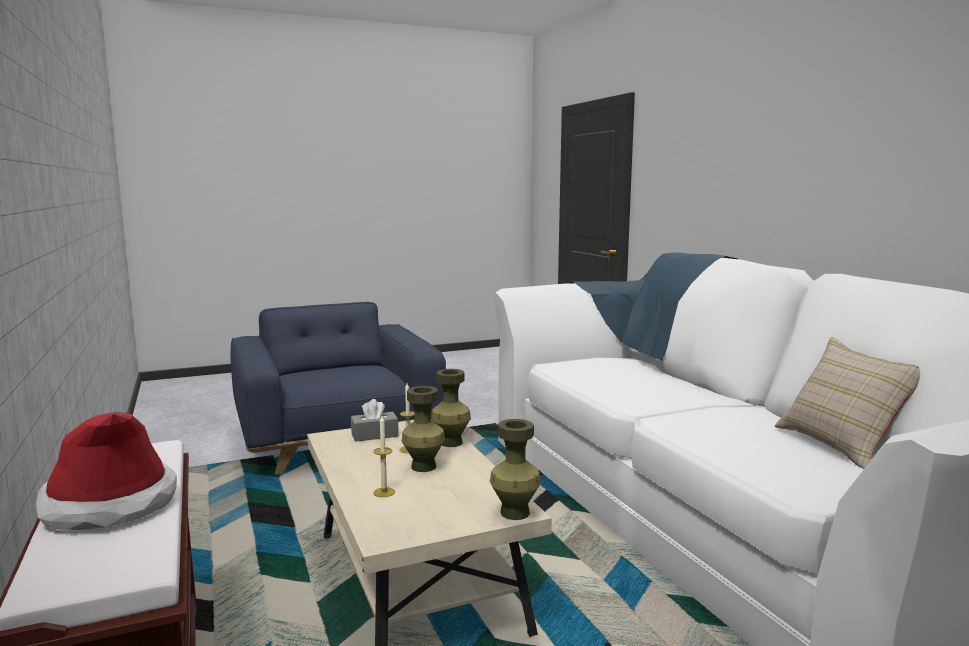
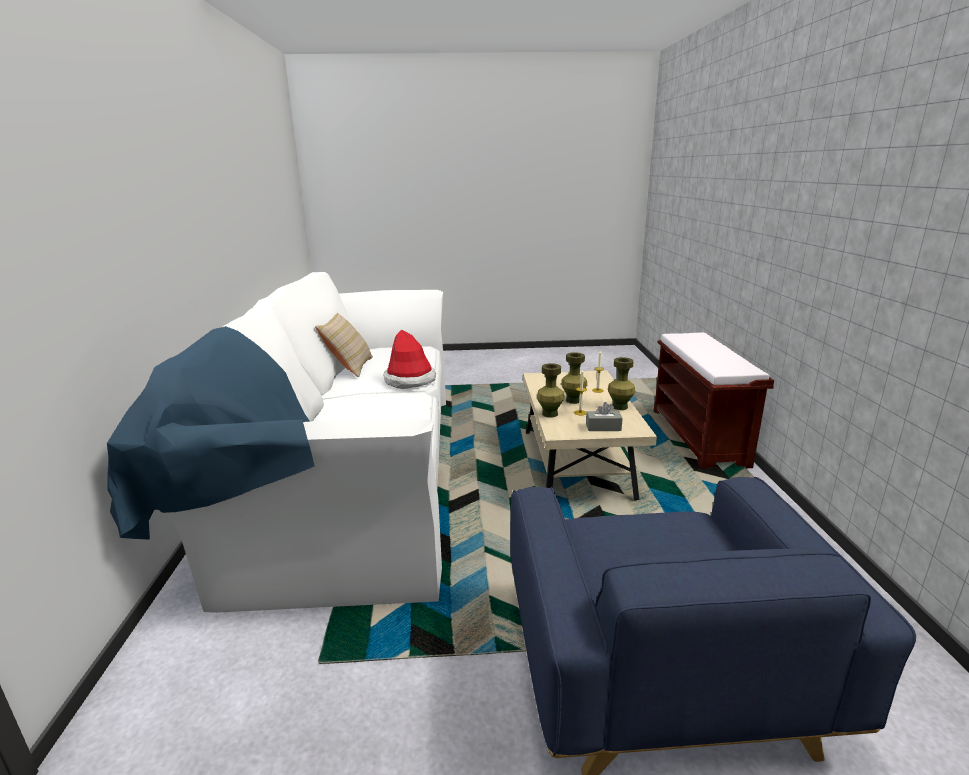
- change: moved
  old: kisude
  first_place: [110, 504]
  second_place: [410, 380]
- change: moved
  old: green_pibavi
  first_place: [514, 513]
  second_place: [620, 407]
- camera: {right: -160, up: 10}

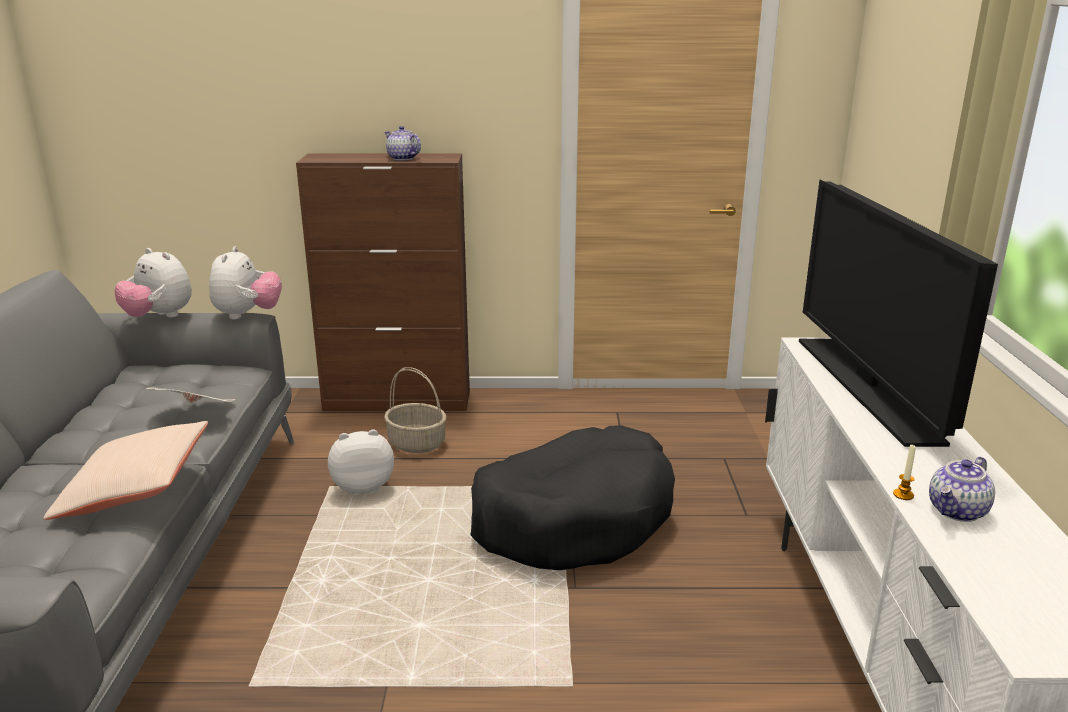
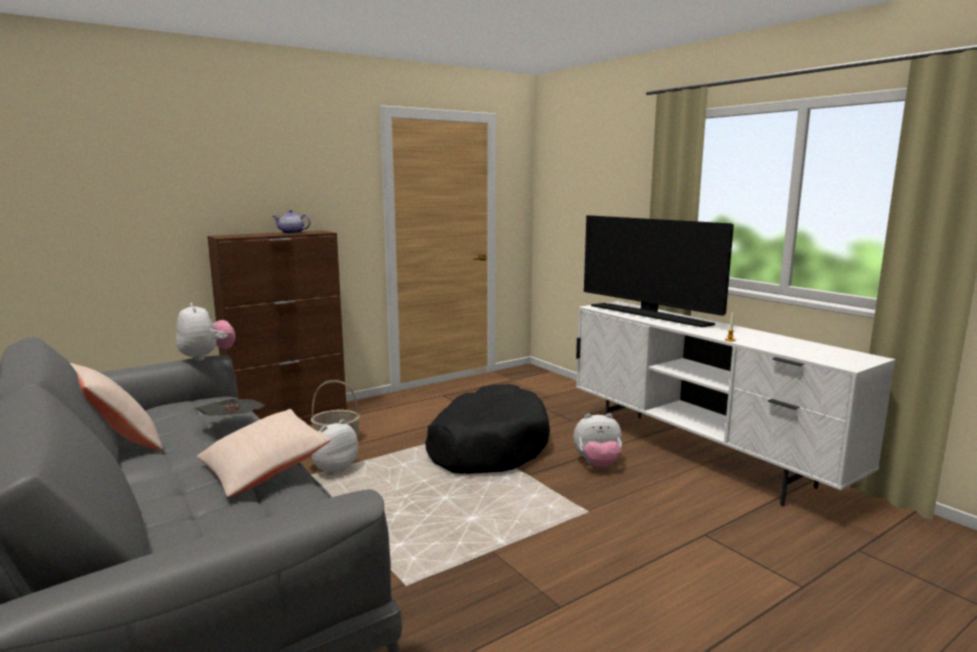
- change: added
  new: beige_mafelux
  second_place: [120, 442]
- change: moved
  old: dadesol
  first_place: [159, 317]
  second_place: [597, 464]
- change: removed
  old: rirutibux
  first_place: [958, 511]
- camera: {right: -35, up: -10}

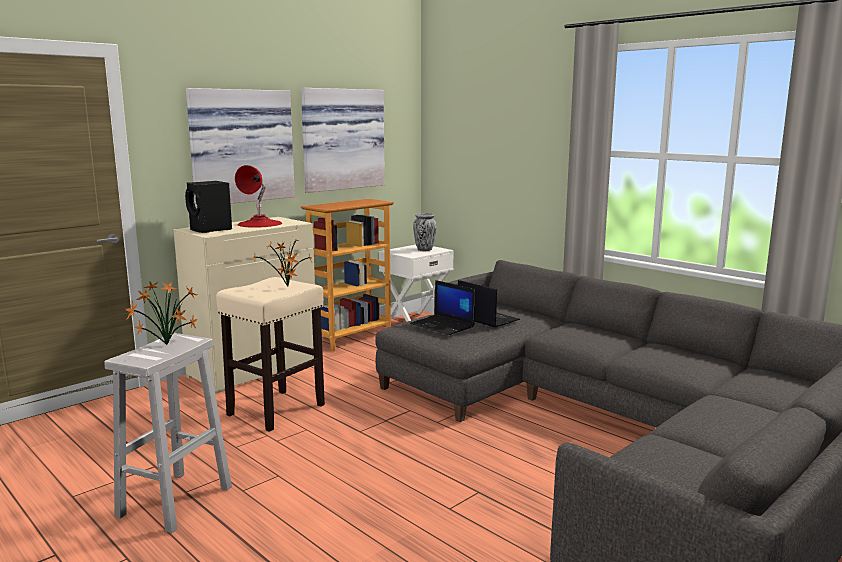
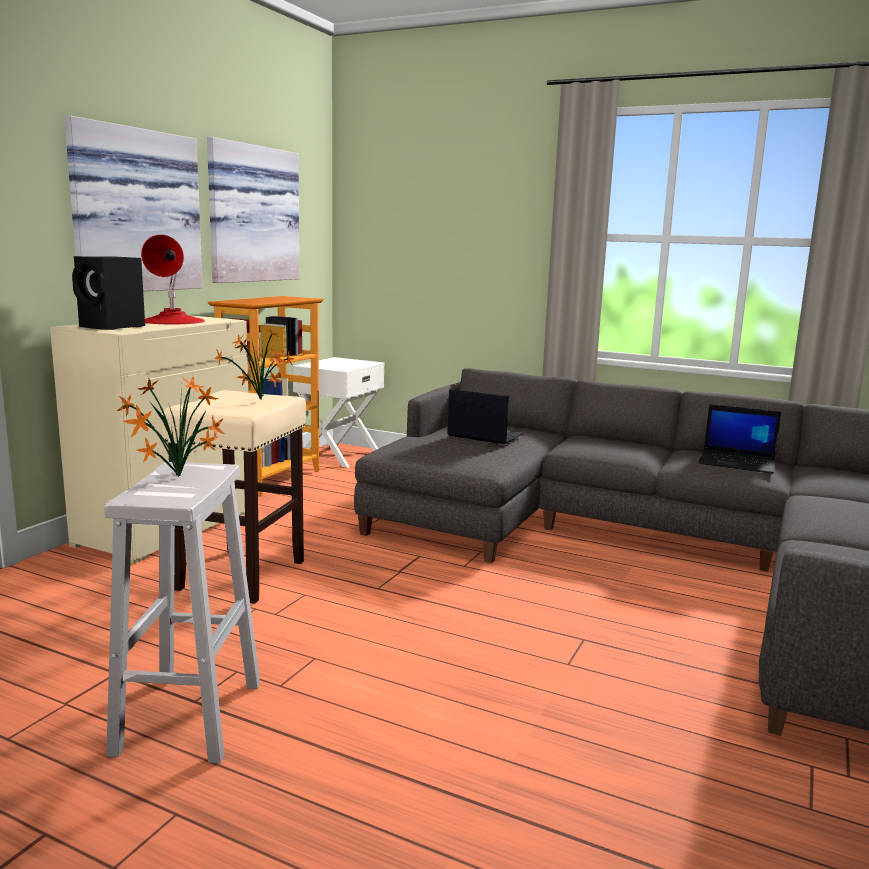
- change: moved
  old: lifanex
  first_place: [443, 325]
  second_place: [738, 463]
- change: removed
  old: pibavi
  first_place: [424, 250]
- camera: {right: -20, up: 0}

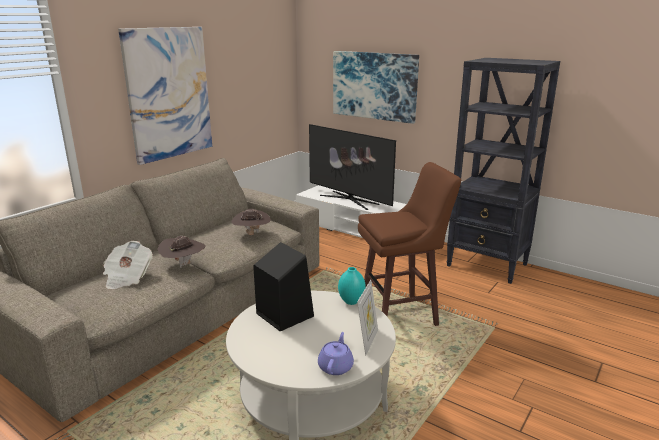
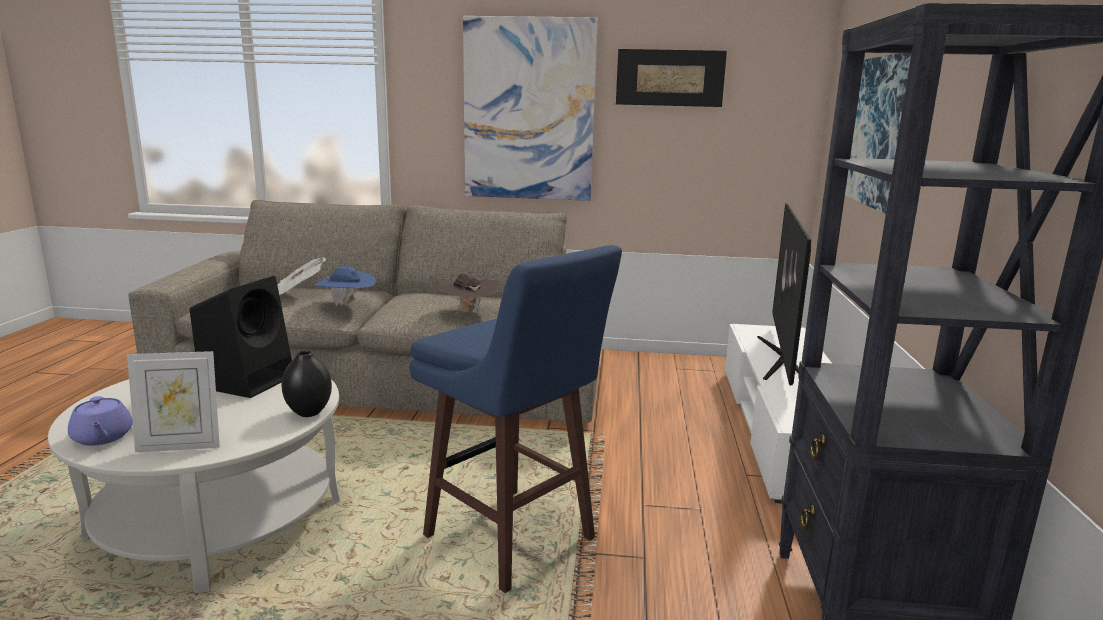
- change: turned
  old: purple_rirutibux
  first_place: [336, 366]
  second_place: [102, 438]
  degrees: 75
- change: recoloured
  old: turquoise_pibavi
  new: black_pibavi
  first_place: [351, 301]
  second_place: [309, 412]
- change: recoloured
  old: brown_kisude
  new: blue_kisude
  first_place: [183, 264]
  second_place: [347, 305]
- change: recoloured
  old: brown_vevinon
  new: blue_vevinon
  first_place: [401, 314]
  second_place: [511, 540]
- change: added
  new: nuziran
  second_place: [670, 78]
- camera: {right: 60, up: -5}

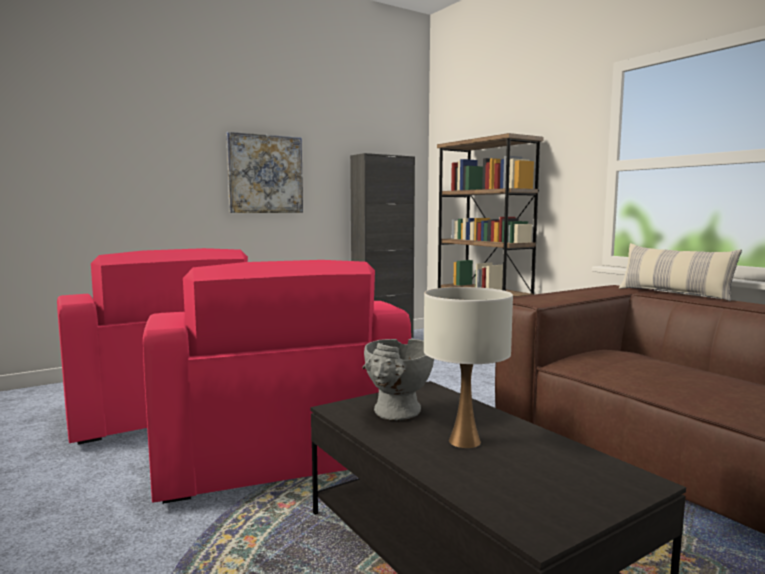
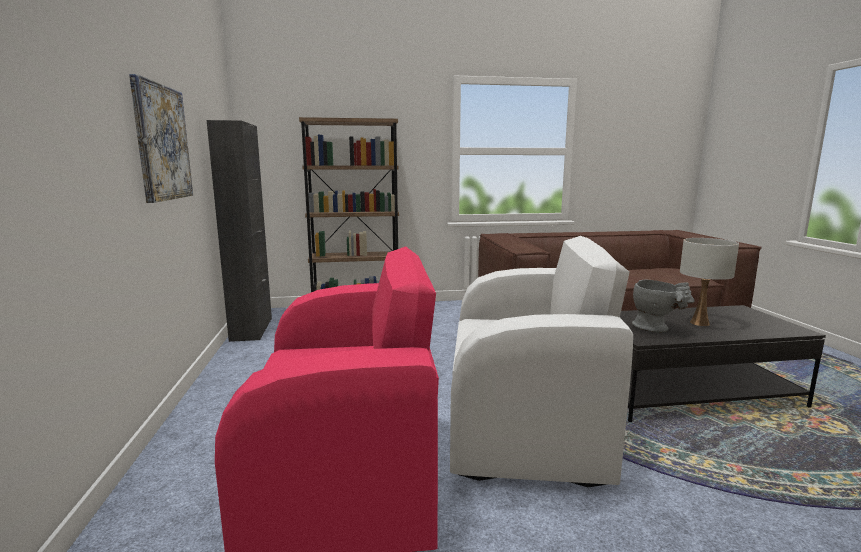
- change: recoloured
  old: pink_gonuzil
  new: white_gonuzil
  first_place: [277, 457]
  second_place: [524, 423]
- change: removed
  old: mafelux
  first_place: [673, 294]
- camera: {right: -65, up: 5}

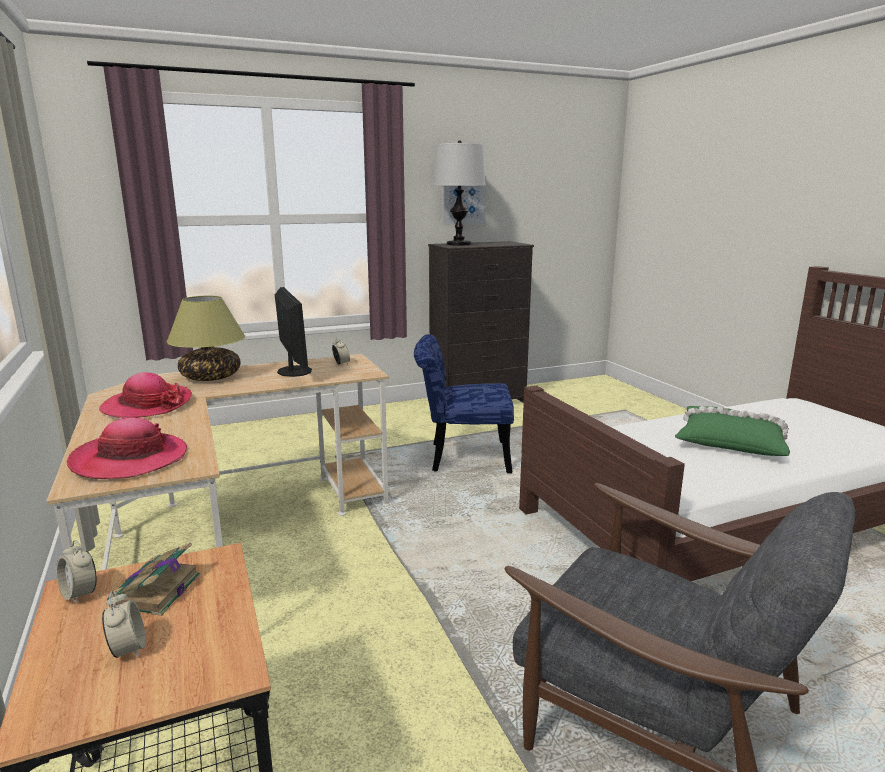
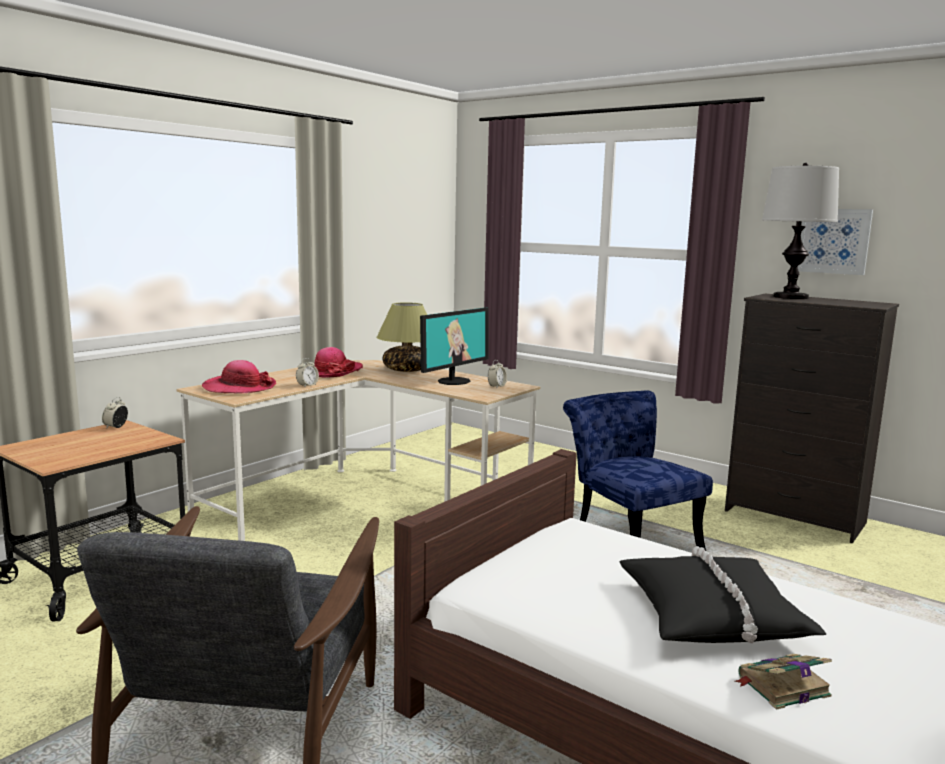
- change: moved
  old: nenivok
  first_place: [128, 649]
  second_place: [307, 386]
- change: recoloured
  old: green_mafelux
  new: black_mafelux
  first_place: [730, 441]
  second_place: [712, 614]
- change: moved
  old: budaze
  first_place: [155, 592]
  second_place: [781, 686]
- camera: {right: 60, up: -5}

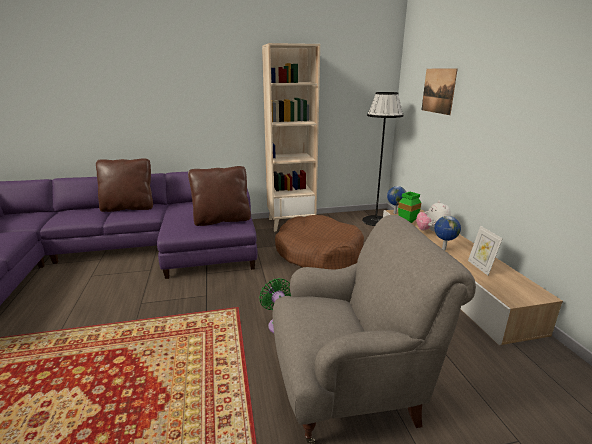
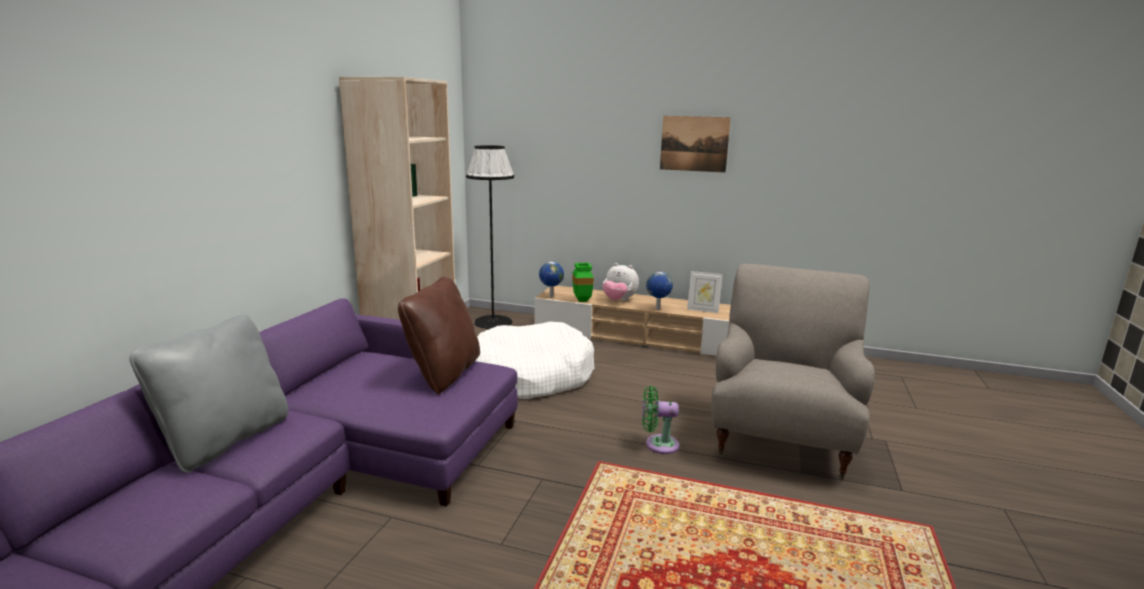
- change: recoloured
  old: brown_mafelux
  new: grey_mafelux
  first_place: [128, 208]
  second_place: [226, 440]
- change: recoloured
  old: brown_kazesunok
  new: white_kazesunok
  first_place: [318, 254]
  second_place: [529, 376]
- change: moved
  old: nuziran
  first_place: [438, 91]
  second_place: [694, 144]
- camera: {right: -60, up: -5}

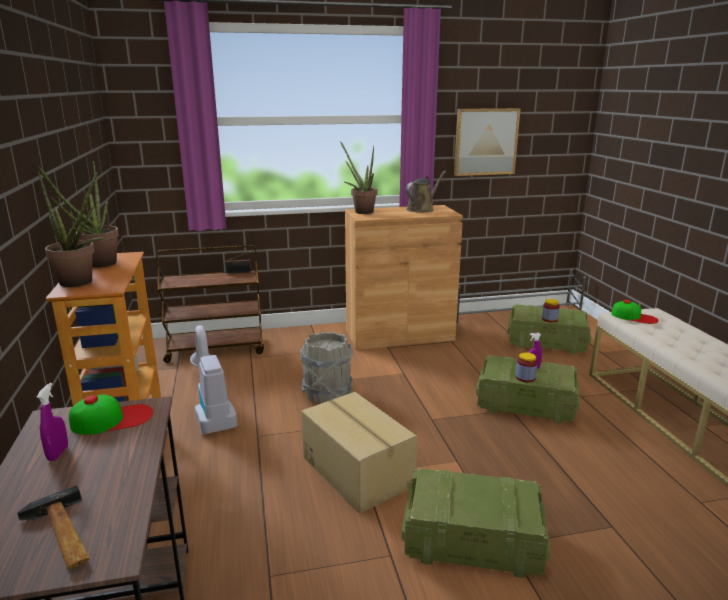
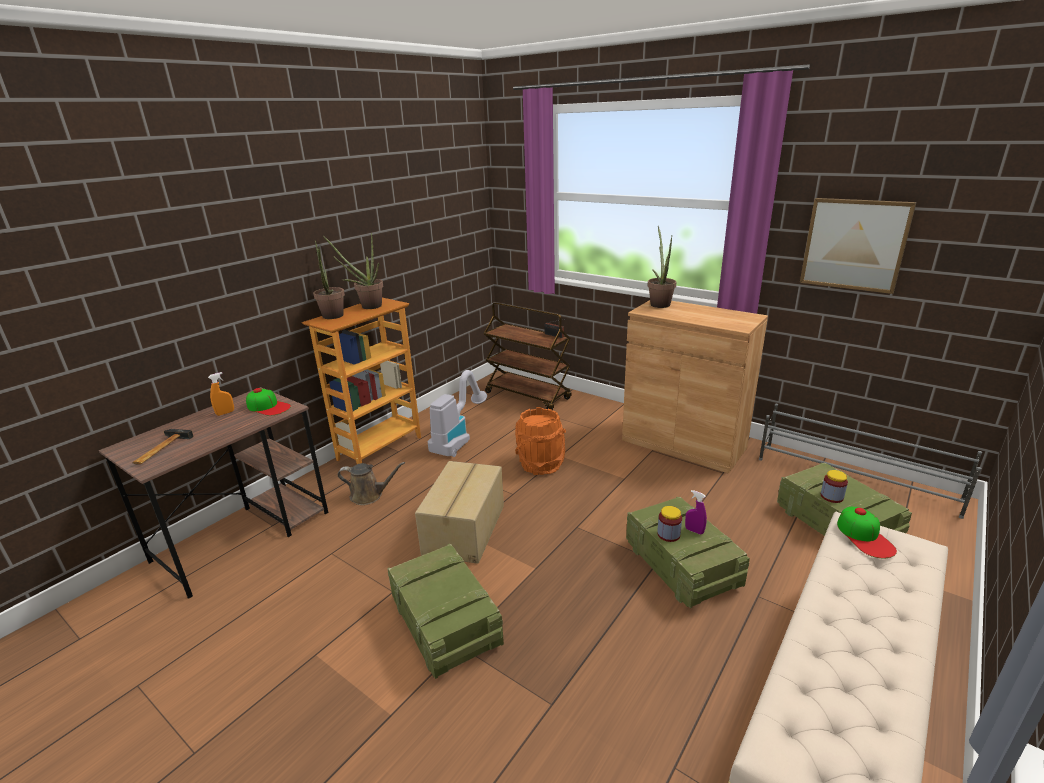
- change: recoloured
  old: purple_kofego
  new: orange_kofego
  first_place: [58, 453]
  second_place: [225, 413]
- change: moved
  old: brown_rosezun
  first_place: [422, 209]
  second_place: [369, 495]
- change: recoloured
  old: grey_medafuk
  new: orange_medafuk
  first_place: [327, 394]
  second_place: [541, 464]
- camera: {right: 50, up: 5}

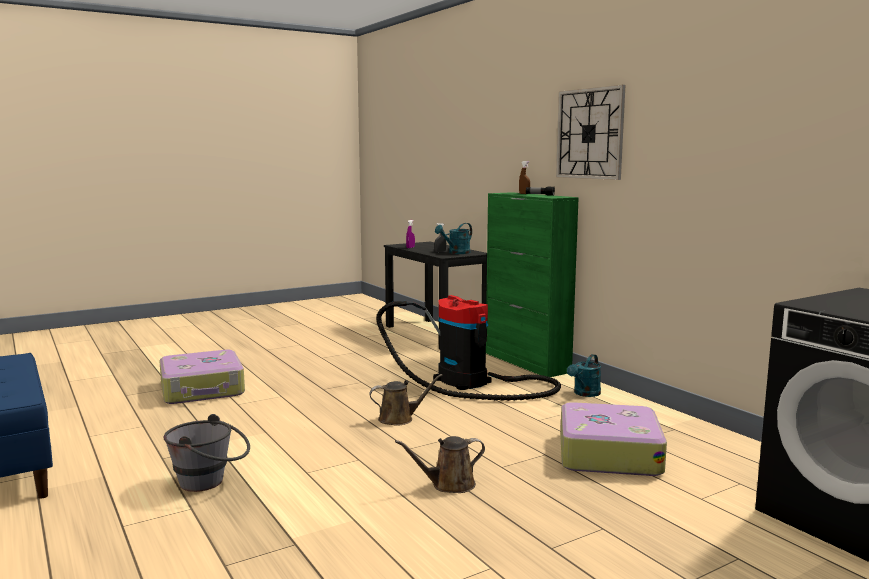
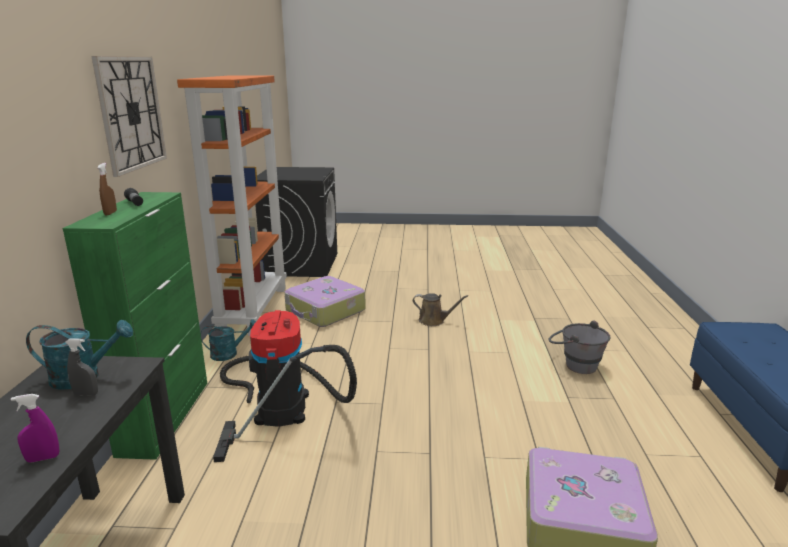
- change: added
  new: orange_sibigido
  second_place: [253, 309]
- change: removed
  old: brown_rosezun
  first_place: [399, 419]
- camera: {right: -145, up: 10}

